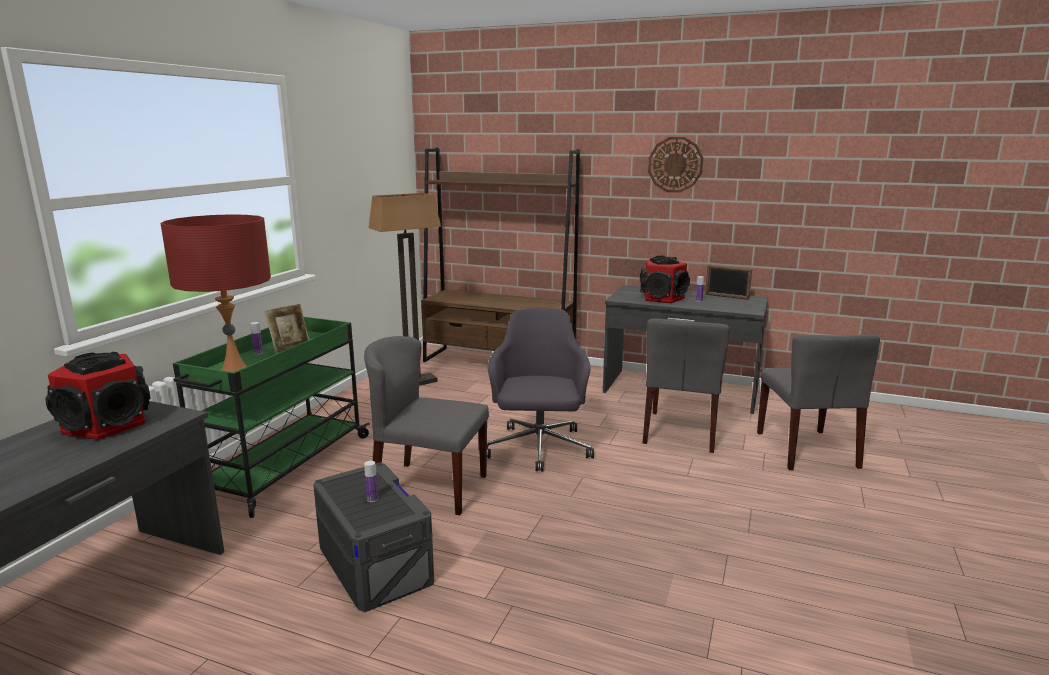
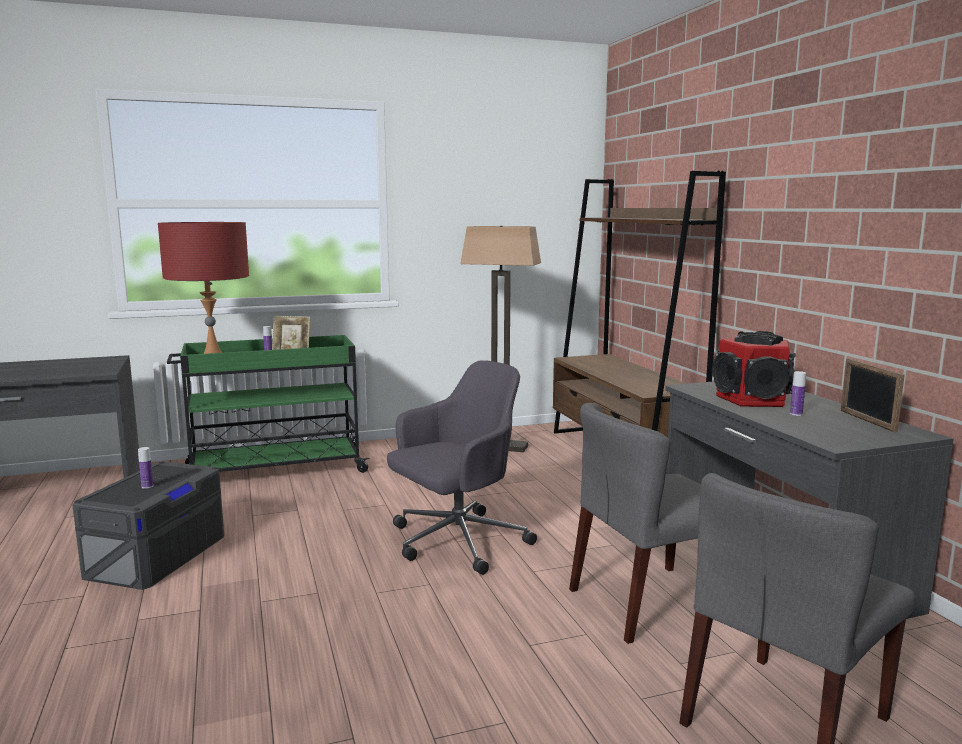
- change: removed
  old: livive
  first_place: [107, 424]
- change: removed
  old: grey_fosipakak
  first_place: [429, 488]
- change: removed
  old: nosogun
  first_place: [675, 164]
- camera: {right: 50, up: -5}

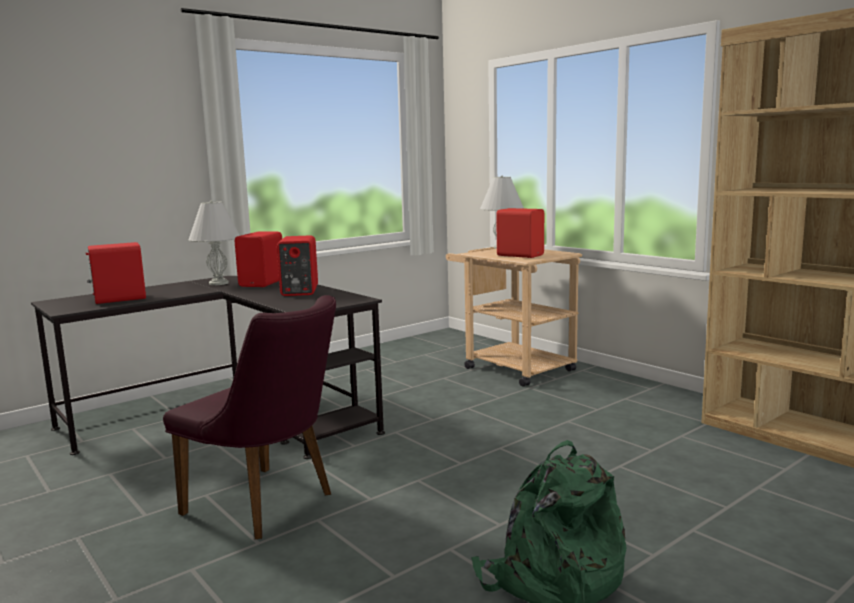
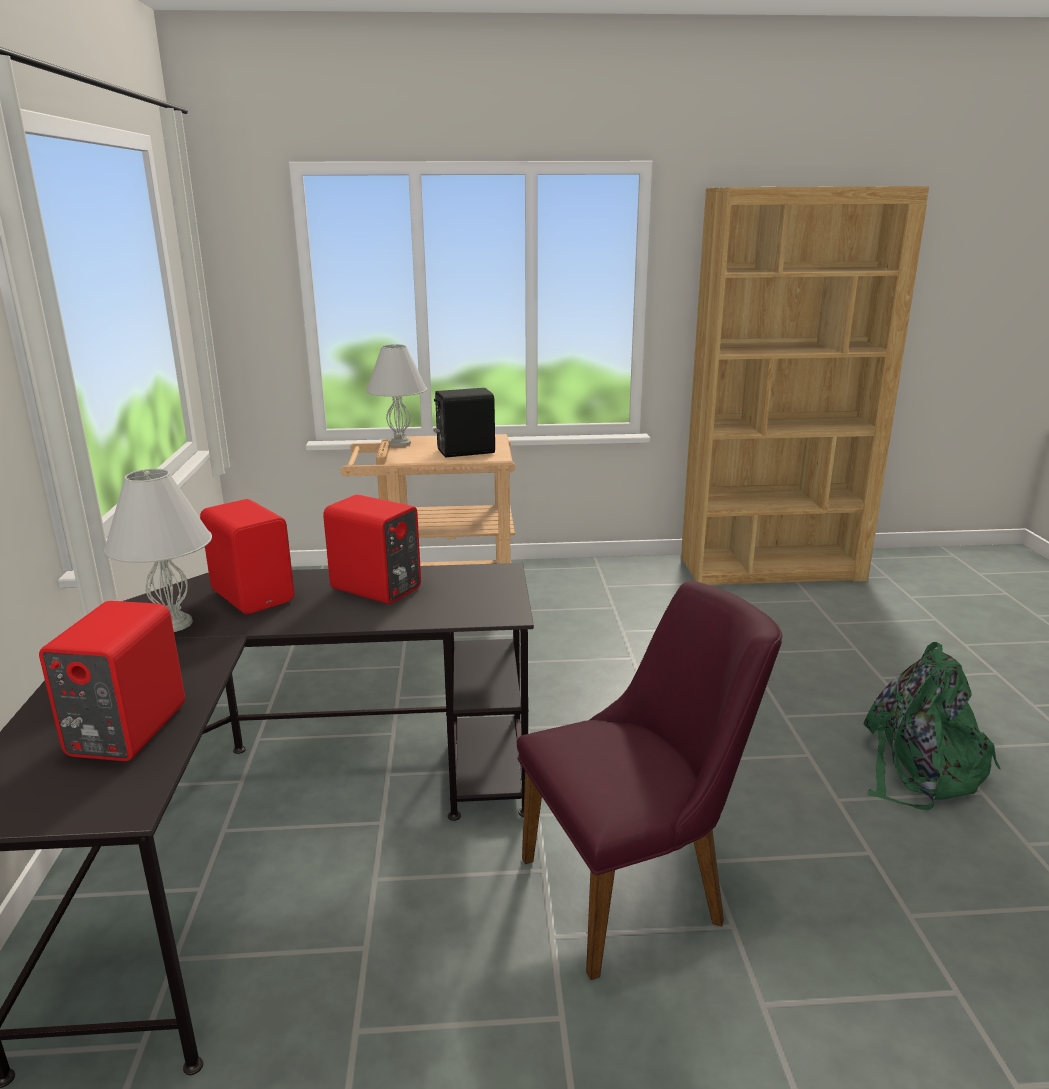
- change: recoloured
  old: red_livive
  new: black_livive
  first_place: [520, 255]
  second_place: [464, 451]
- camera: {right: -55, up: 10}

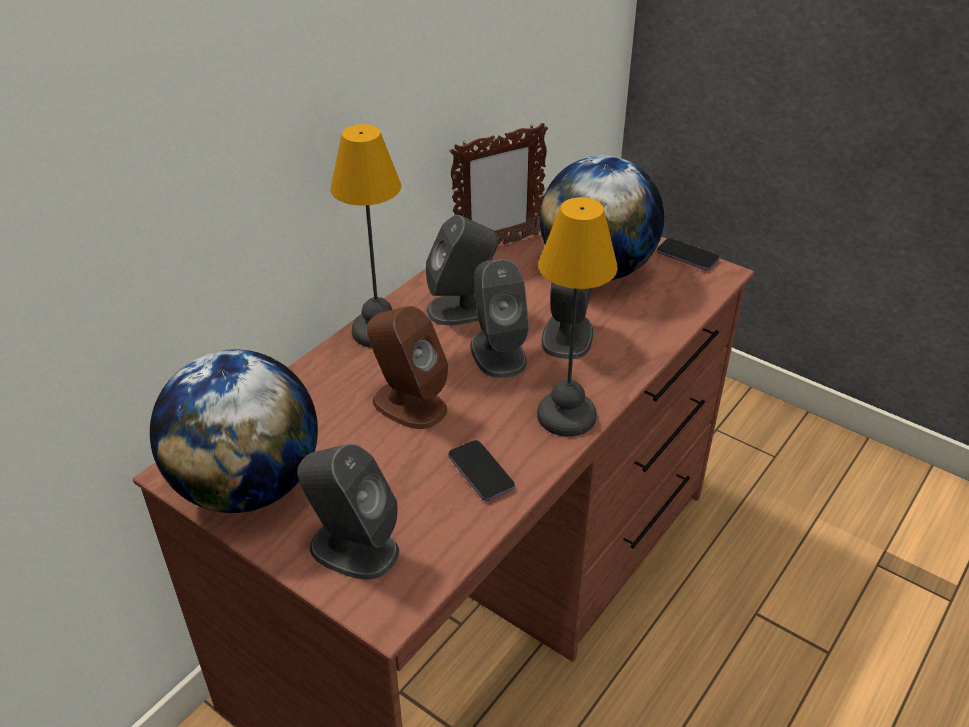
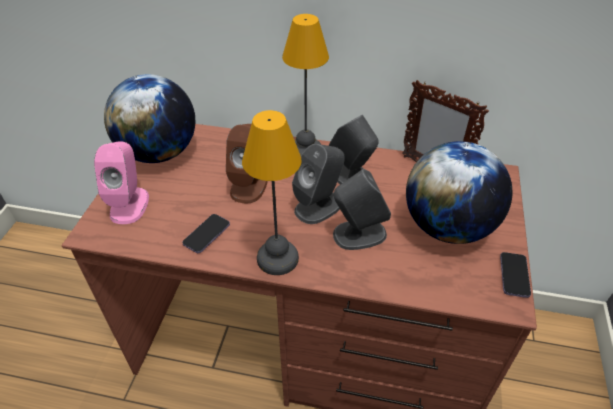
- change: recoloured
  old: grey_livive
  new: pink_livive
  first_place: [353, 548]
  second_place: [129, 204]
- camera: {right: 65, up: 5}

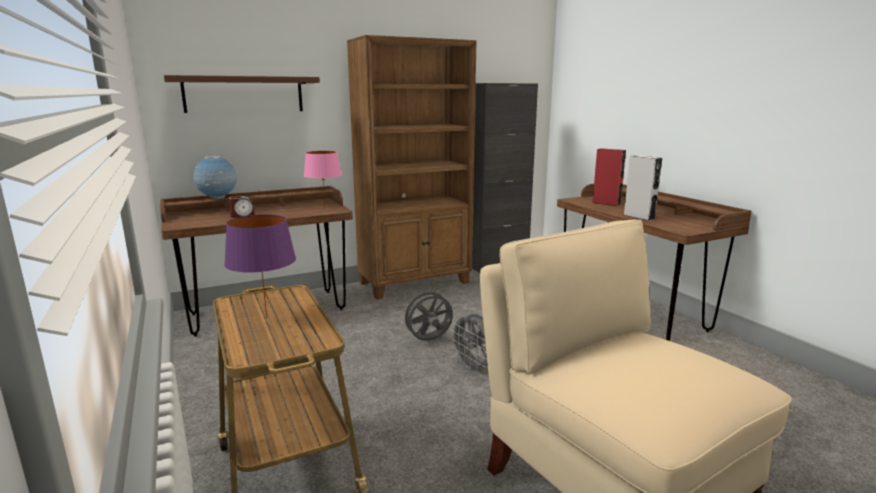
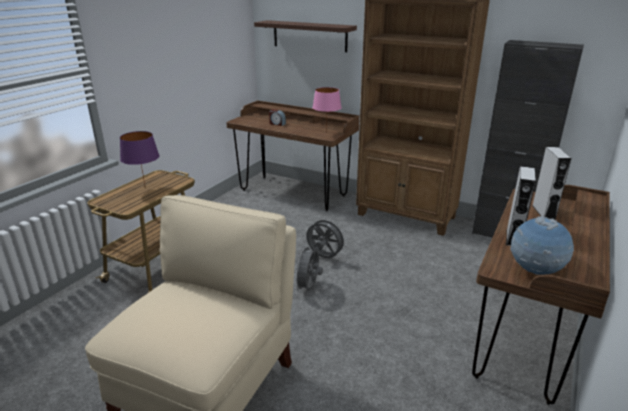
- change: moved
  old: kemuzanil
  first_place: [218, 199]
  second_place: [534, 272]
- change: recoloured
  old: red_livive
  new: grey_livive
  first_place: [606, 203]
  second_place: [543, 212]
- camera: {right: 55, up: 10}

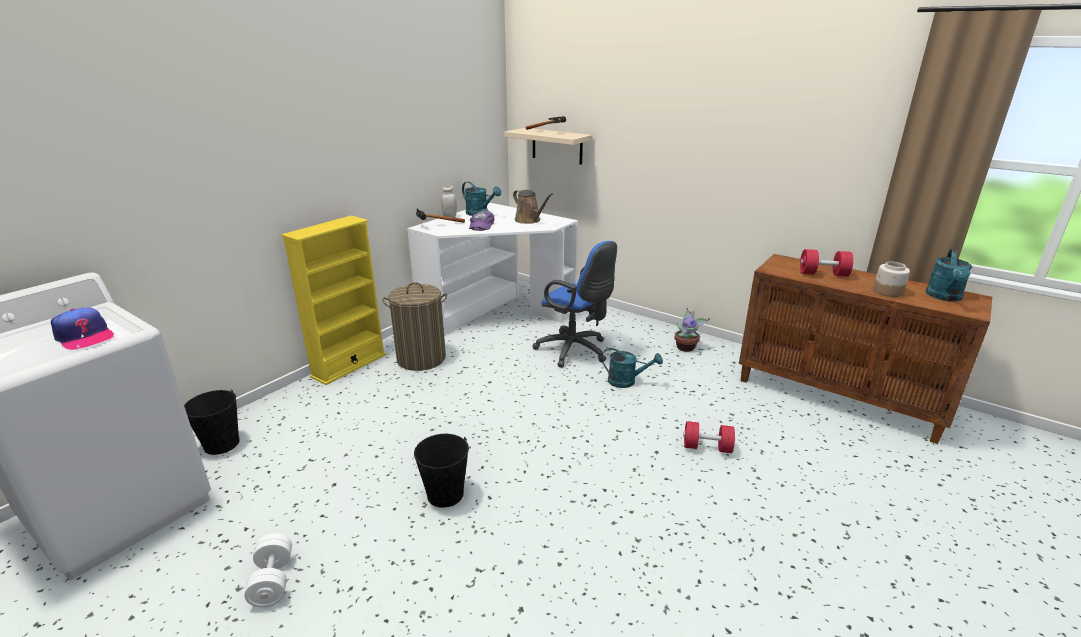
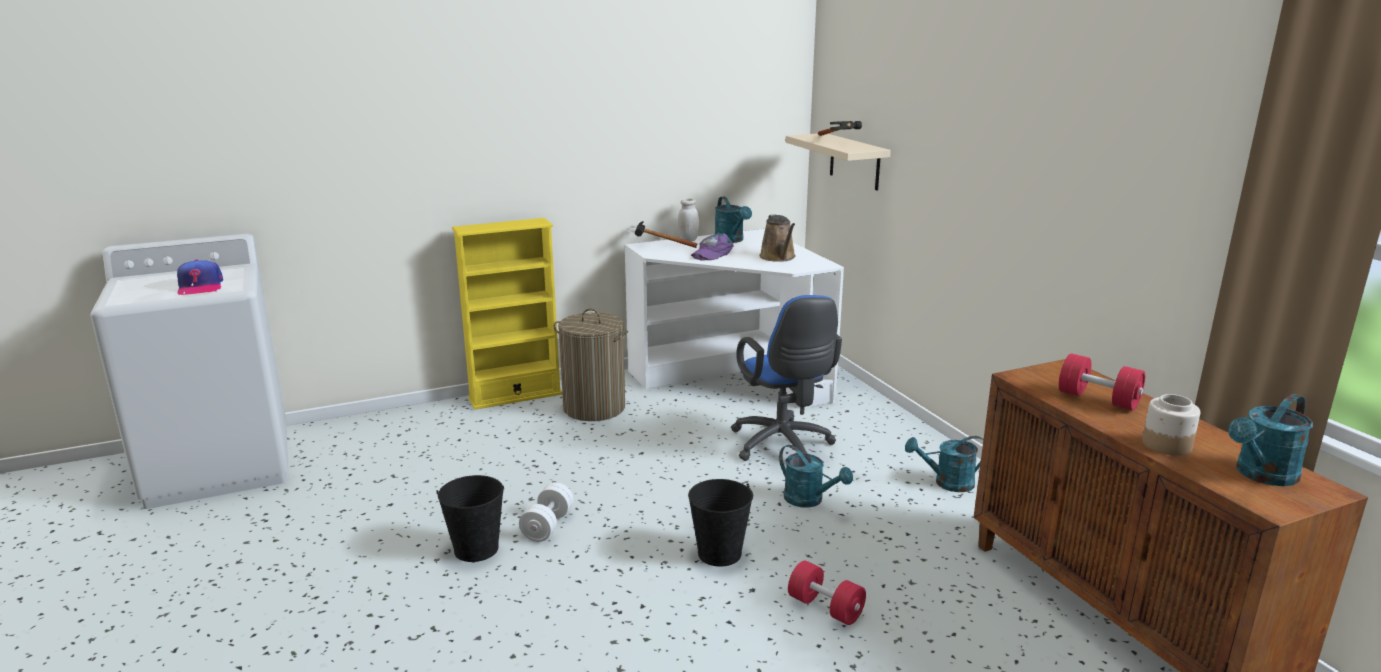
- change: moved
  old: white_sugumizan
  first_place: [273, 581]
  second_place: [547, 525]
- change: moved
  old: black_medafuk
  first_place: [221, 444]
  second_place: [719, 553]
- change: replaced
  old: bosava
  new: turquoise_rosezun
  first_place: [686, 347]
  second_place: [947, 483]
- camera: {right: 30, up: -5}

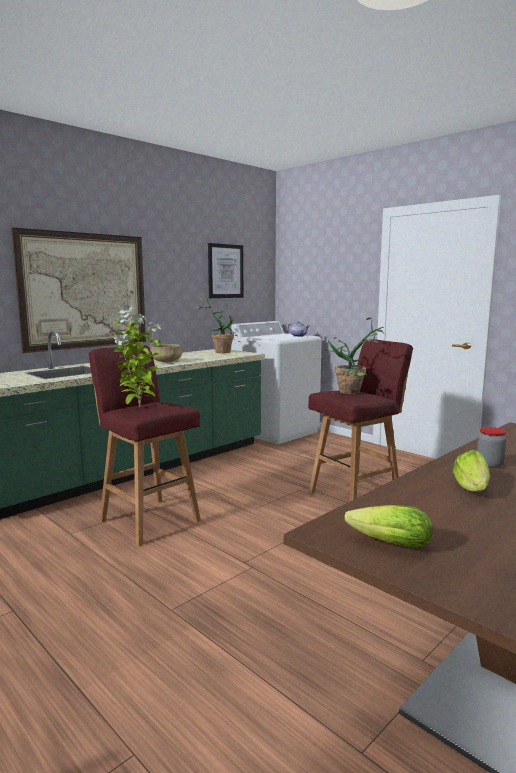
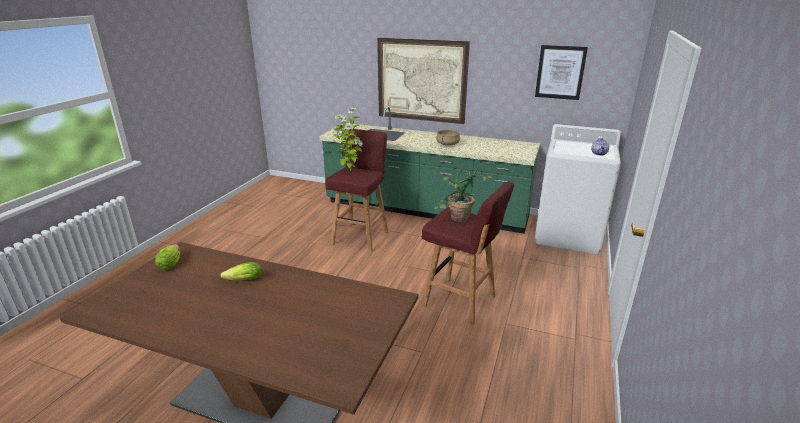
- change: removed
  old: bosava
  first_place: [221, 351]
- change: removed
  old: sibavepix
  first_place: [489, 464]
- camera: {right: 65, up: 15}

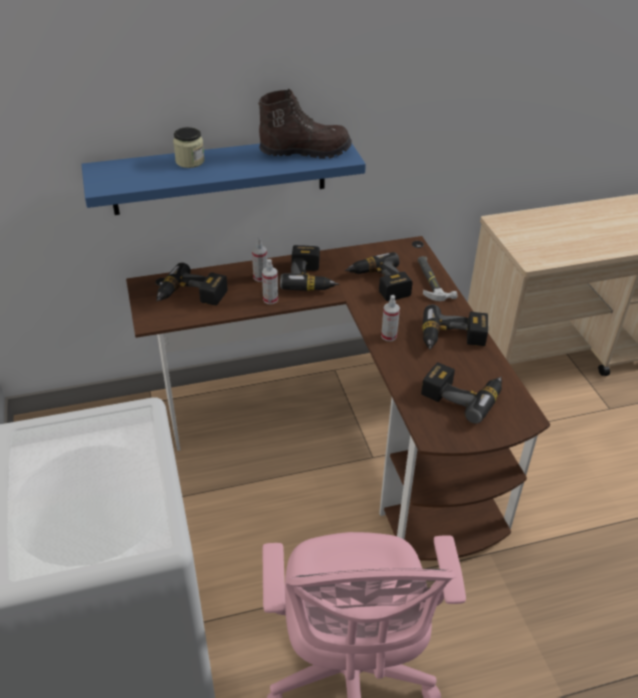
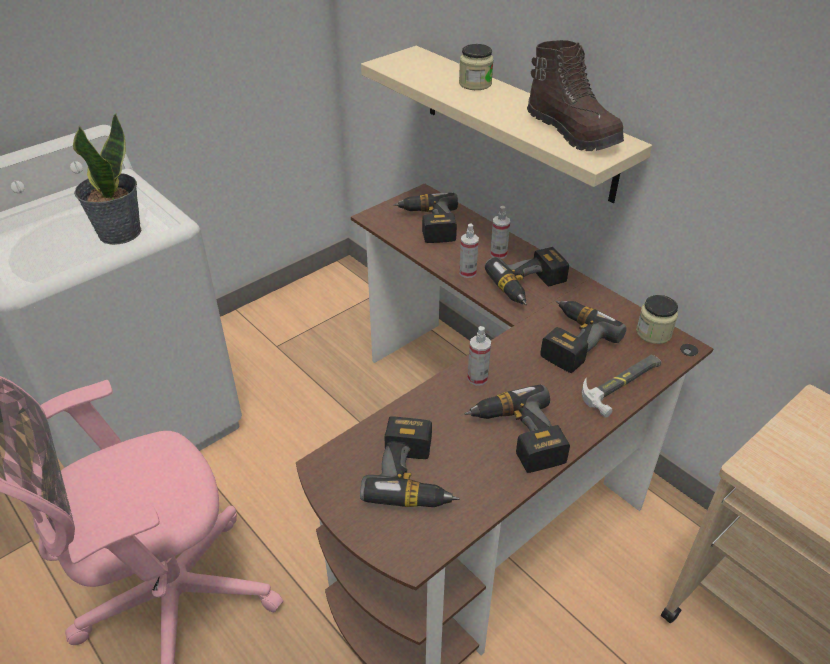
- change: added
  new: bosava
  second_place: [119, 232]
- change: recoloured
  old: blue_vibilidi
  new: beige_vibilidi
  first_place: [220, 174]
  second_place: [517, 122]
- change: added
  new: sibavepix
  second_place: [653, 333]
- camera: {right: 65, up: 0}

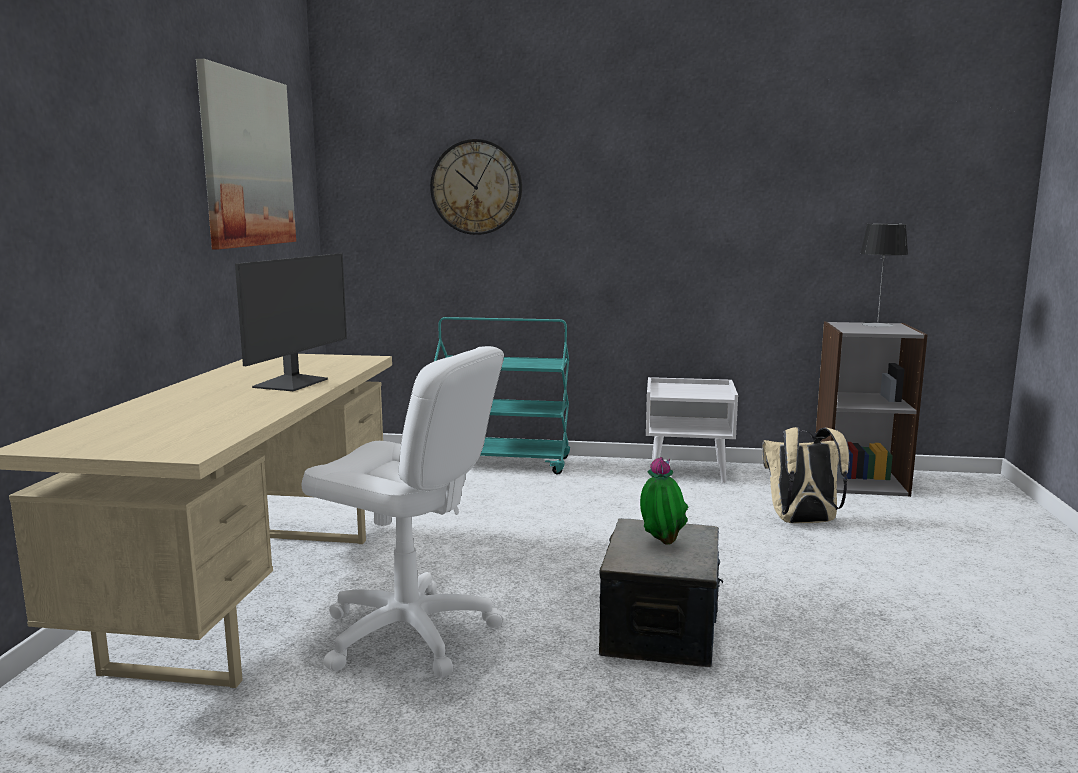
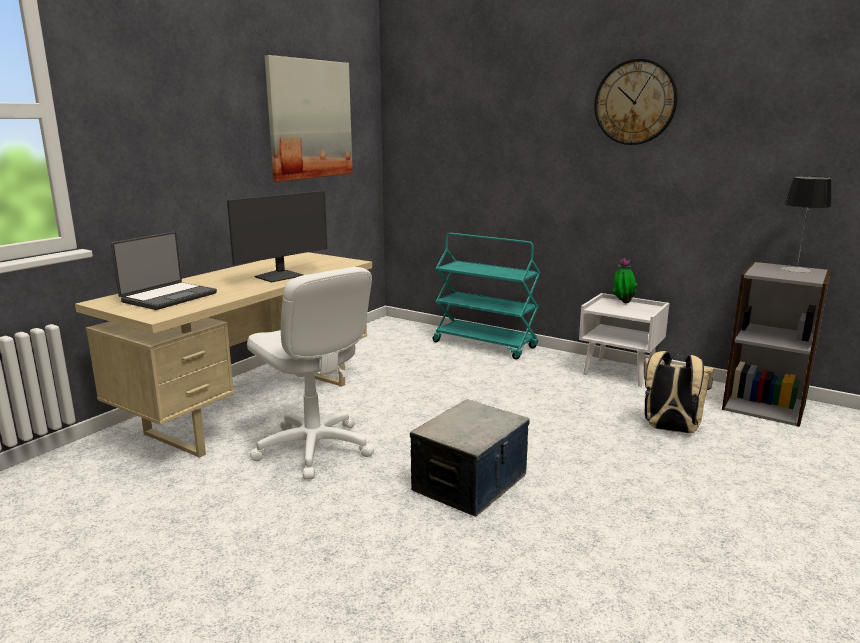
- change: added
  new: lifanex
  second_place: [168, 297]
- change: moved
  old: nosogun
  first_place: [476, 187]
  second_place: [635, 102]
- change: moved
  old: bosava
  first_place: [661, 543]
  second_place: [622, 302]
- camera: {right: 25, up: 5}

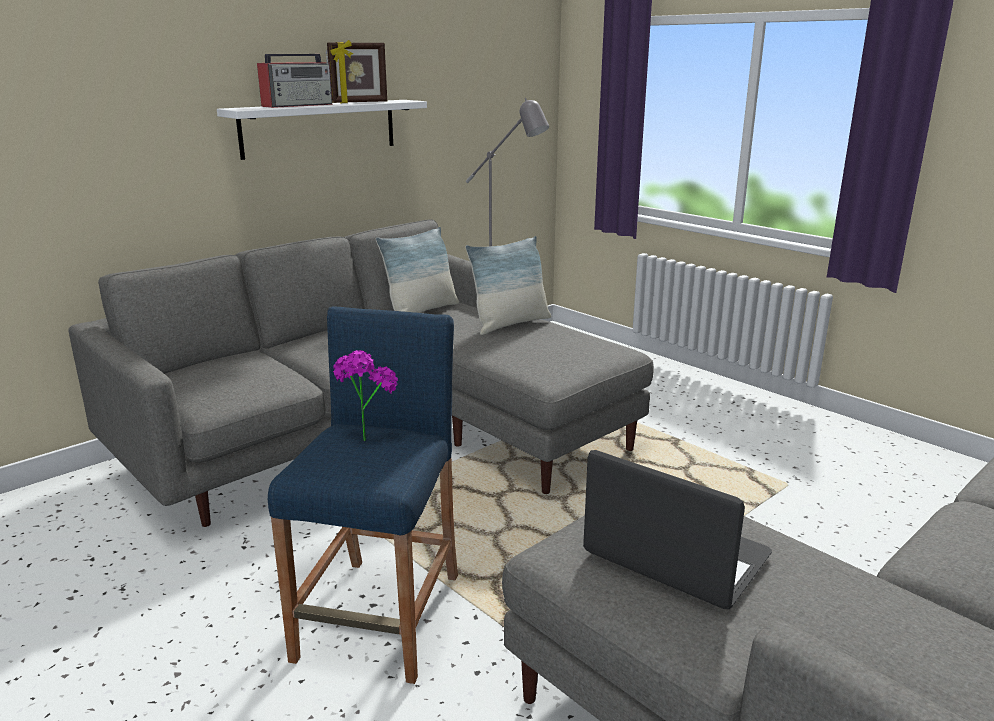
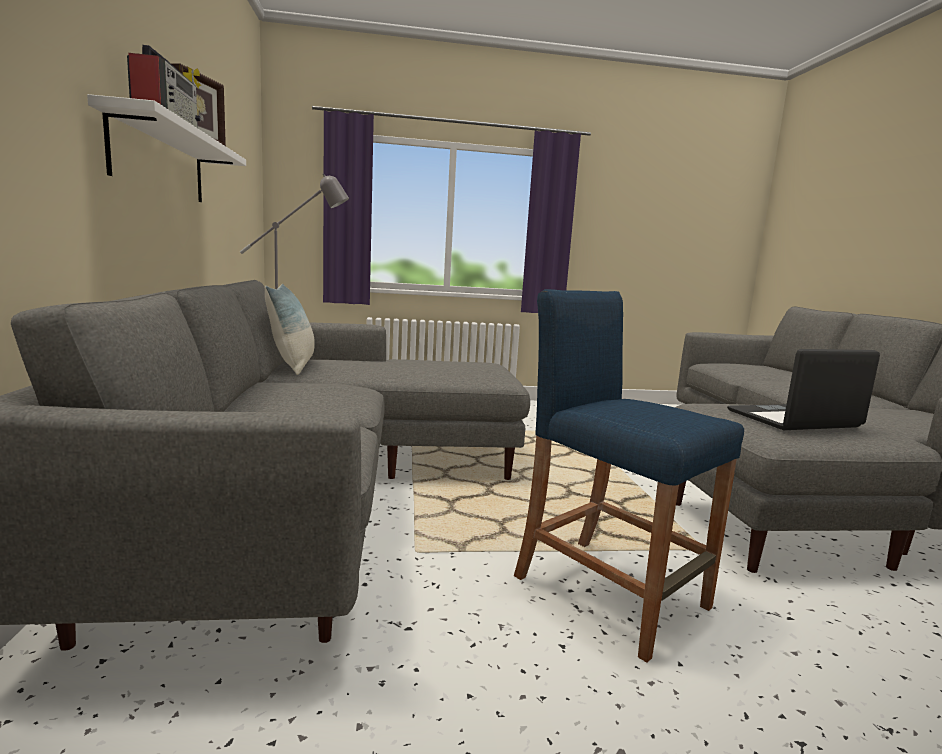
- change: removed
  old: bosava
  first_place: [366, 435]
- change: removed
  old: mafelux
  first_place: [510, 324]
- camera: {right: -55, up: -10}

